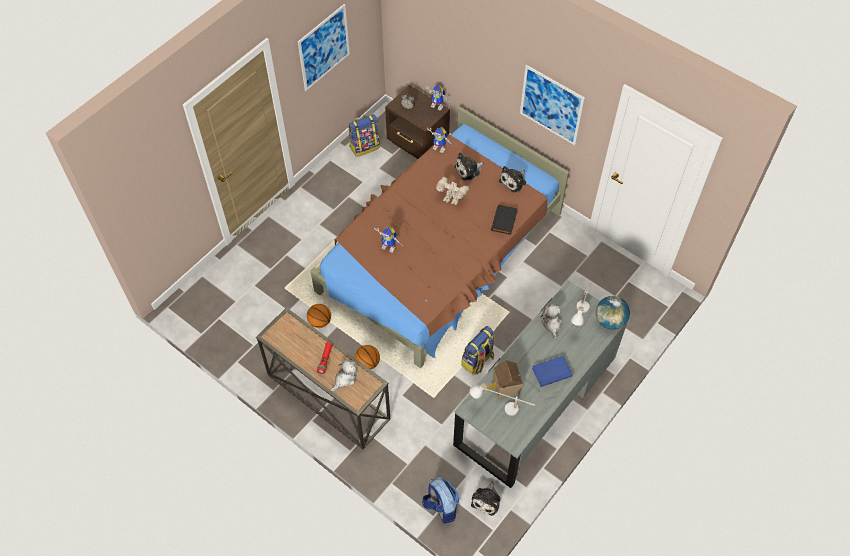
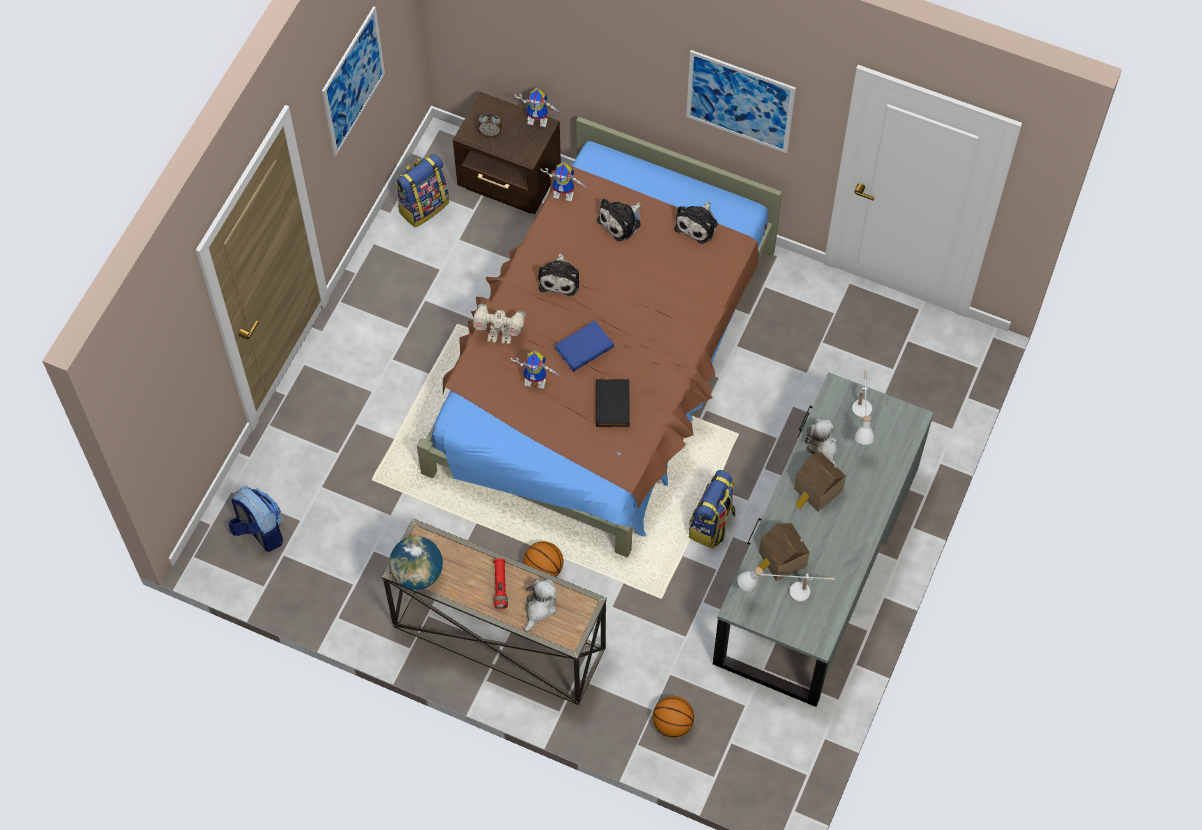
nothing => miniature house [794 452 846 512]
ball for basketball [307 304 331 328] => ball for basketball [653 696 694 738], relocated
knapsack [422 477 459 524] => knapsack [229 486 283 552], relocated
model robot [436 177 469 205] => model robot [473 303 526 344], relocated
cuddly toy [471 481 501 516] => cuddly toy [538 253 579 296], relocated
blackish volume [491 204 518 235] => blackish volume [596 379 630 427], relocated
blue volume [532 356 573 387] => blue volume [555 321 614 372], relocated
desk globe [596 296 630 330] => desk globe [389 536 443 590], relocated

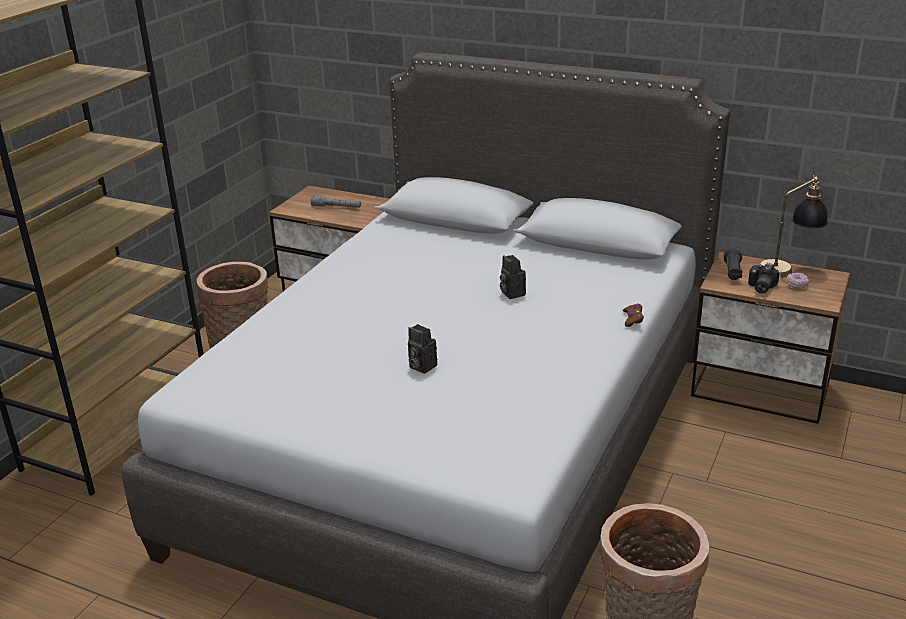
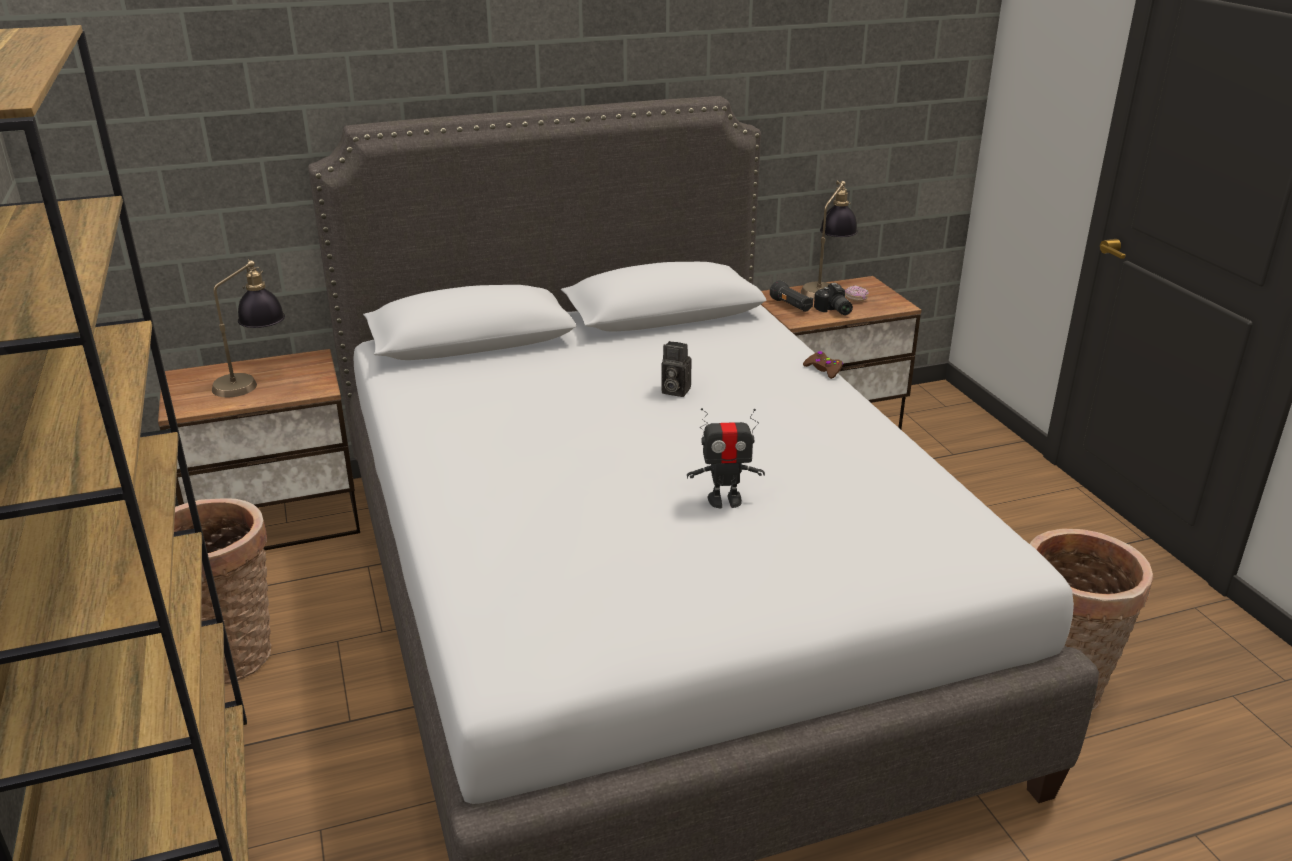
gray flashlight [311 195 361 208] => lamp for a table [212 259 285 397]
photo camera [408 324 437 374] => model robot [687 408 765 509]

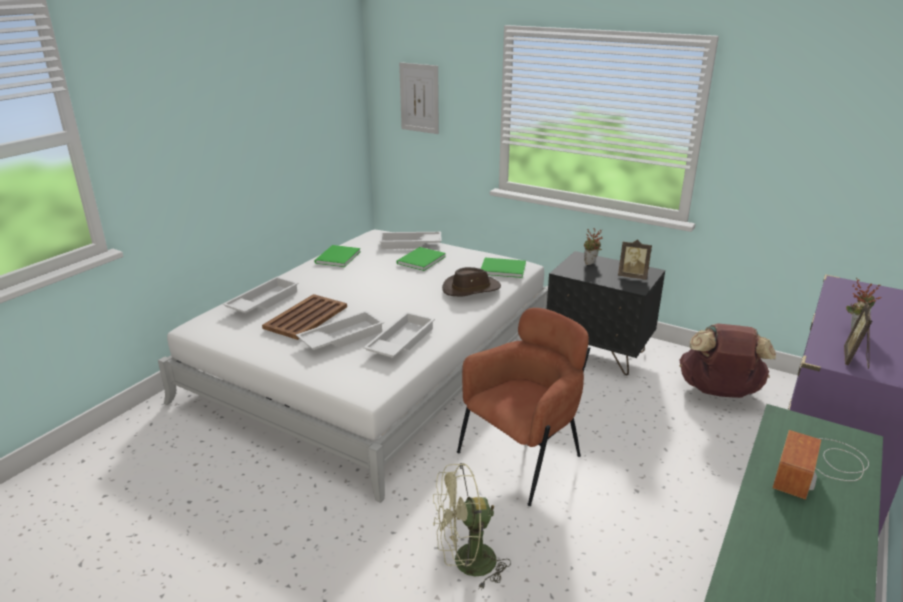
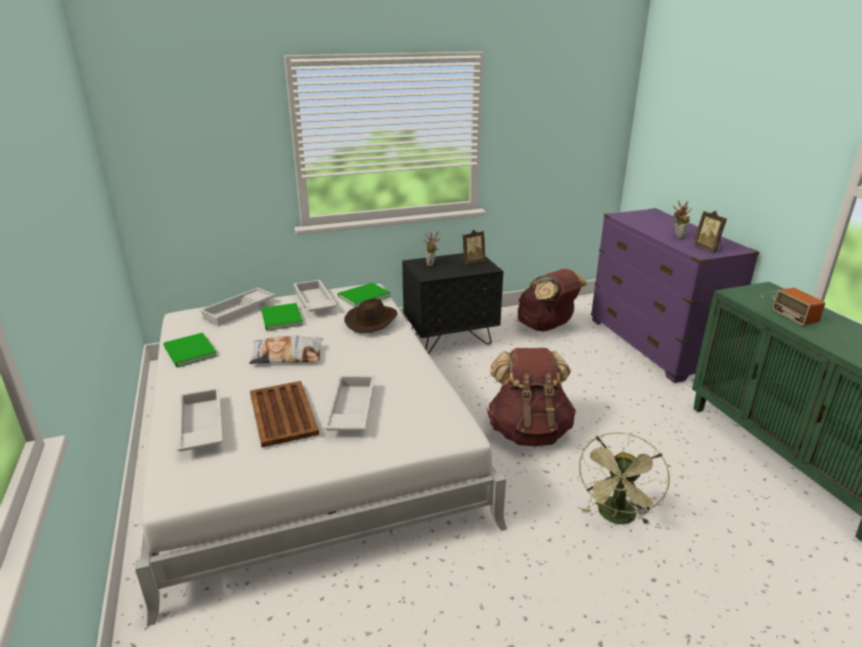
wall art [399 62 439 134] => nothing
nothing => cushion [249 336 324 364]
white-coloured tray [363 312 435 358] => white-coloured tray [293 280 337 312], relocated
brown-coloured armchair [457 308 590 506] => brown-coloured knapsack [486 348 576 446]

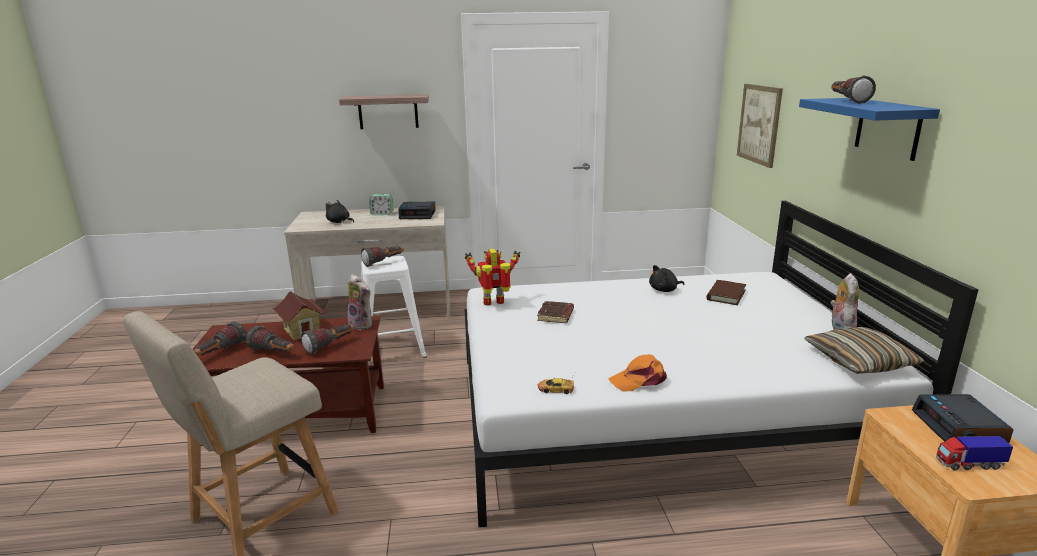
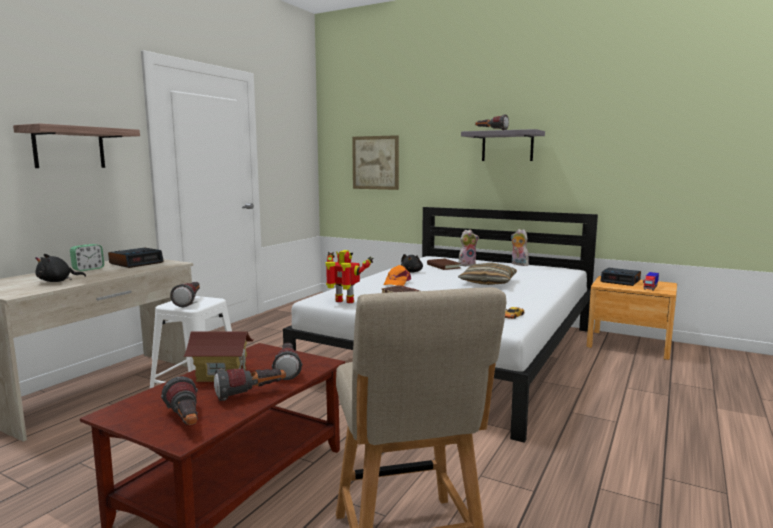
cuddly toy [348 274 372 330] => cuddly toy [459 230 479 266], relocated
orange-coloured baseball cap [608 354 667 391] => orange-coloured baseball cap [384 265 411 286], relocated
cushion [804 327 925 374] => cushion [458 263 517 285], relocated
blue wall shelf [799 98 940 161] => gray wall shelf [461 129 545 161]
model robot [465 249 521 305] => model robot [326 250 373 303], 90 degrees clockwise

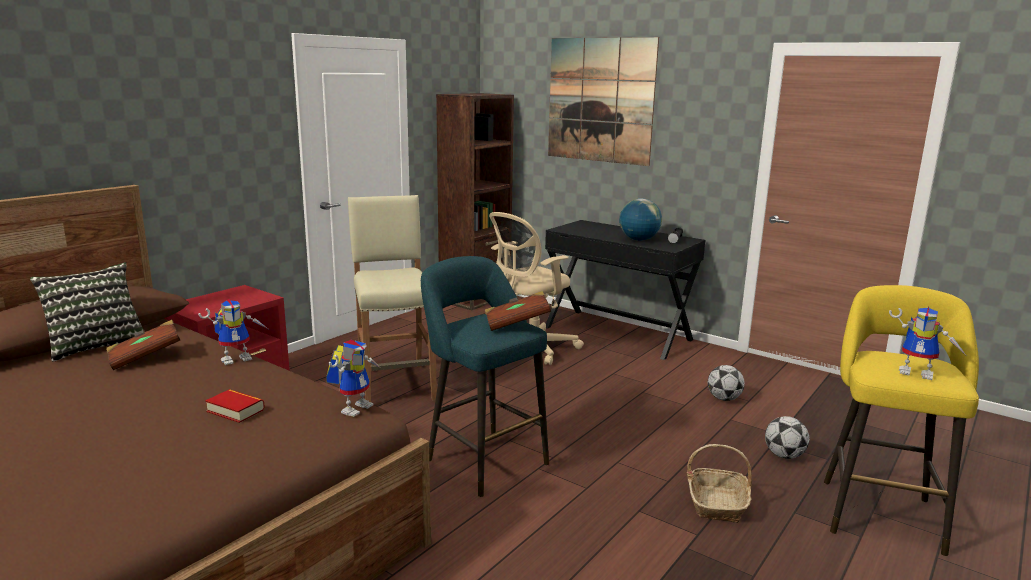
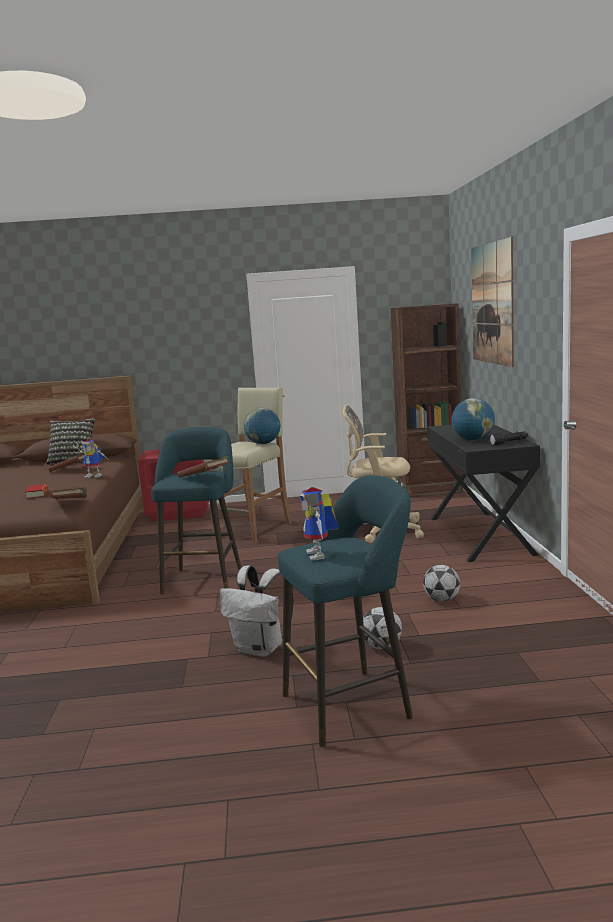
nothing => desk globe [244 407 280 444]
model robot [326 340 380 417] => brown-coloured volume [48 487 87 500]
household basket [687 444 752 523] => white-coloured knapsack [220 565 294 657]
yellowish sitting stool [824 285 979 556] => turquoise-coloured sitting stool [278 475 413 747]

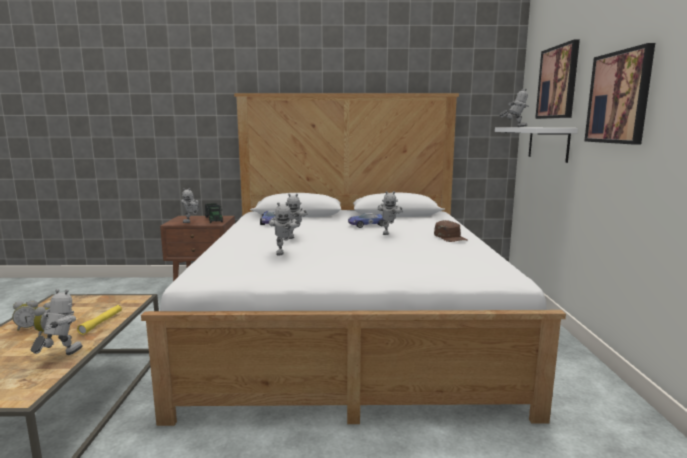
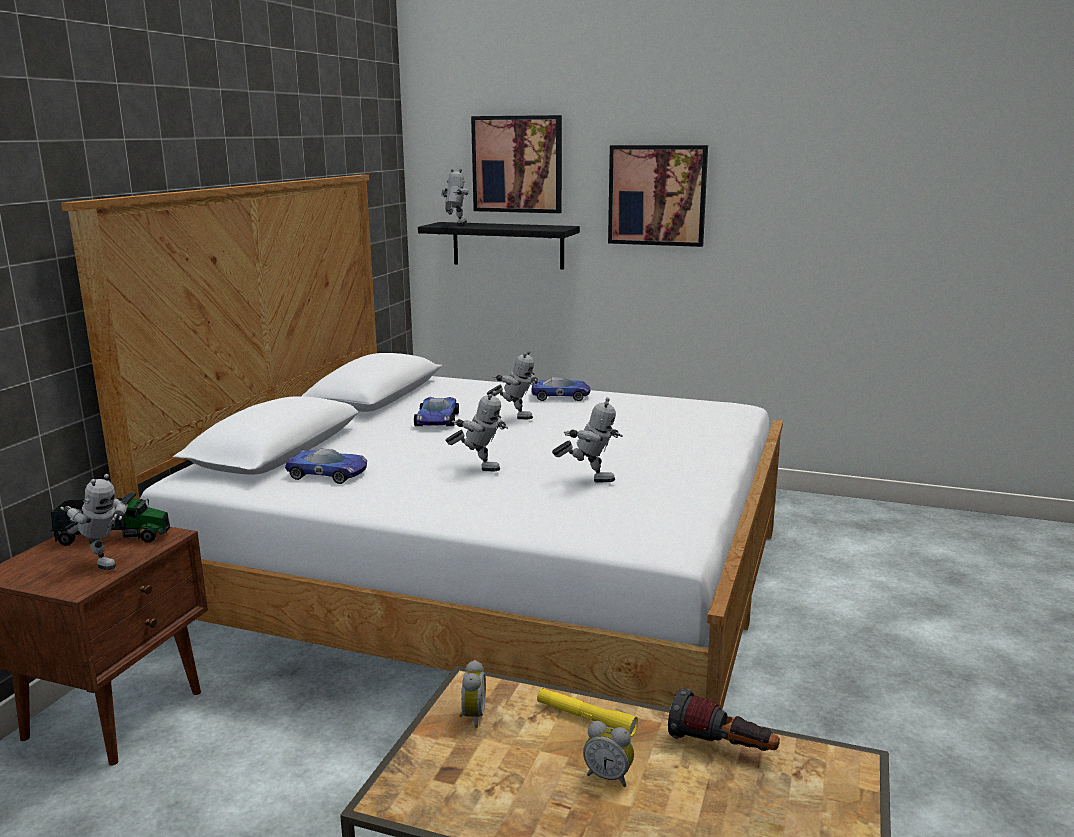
bedside clock [12 300 38 331] => bedside clock [459 660 486 728], relocated
model robot [31 289 83 355] => flashlight [668 688 780 751]
brown-coloured baseball cap [434 220 468 242] => toy car [531 377 591 401]
white-coloured wall shelf [495 128 578 163] => blackish wall shelf [418 222 580 269]

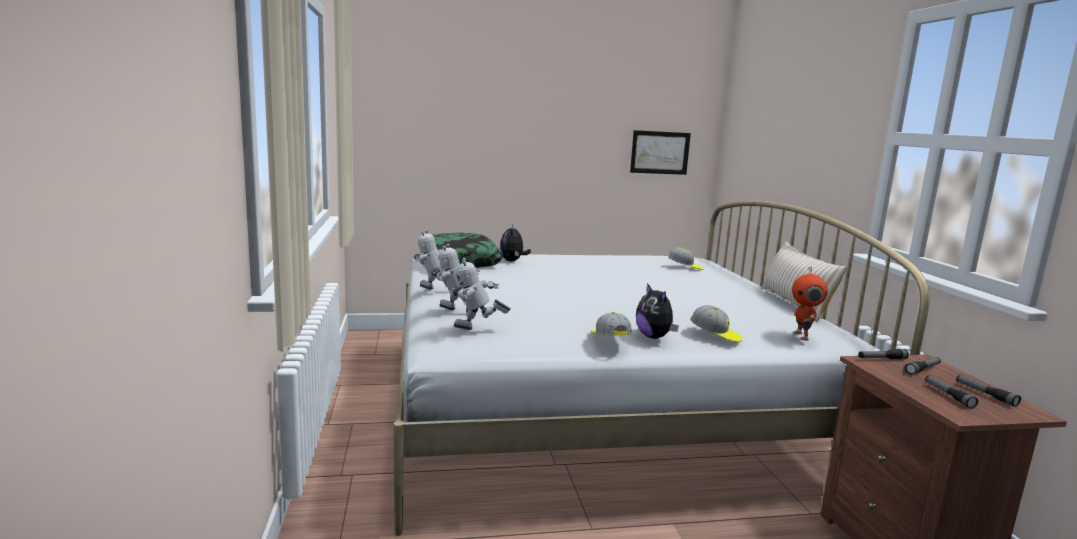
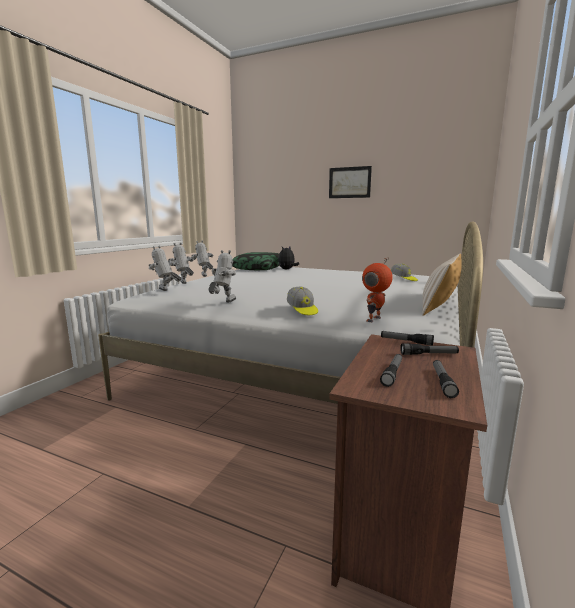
cuddly toy [636 283 679 339] => nothing
wall art [630 130 691 175] => wall art [329 166 372 198], relocated
baseball cap [591 312 632 336] => model robot [208 250 236 303]

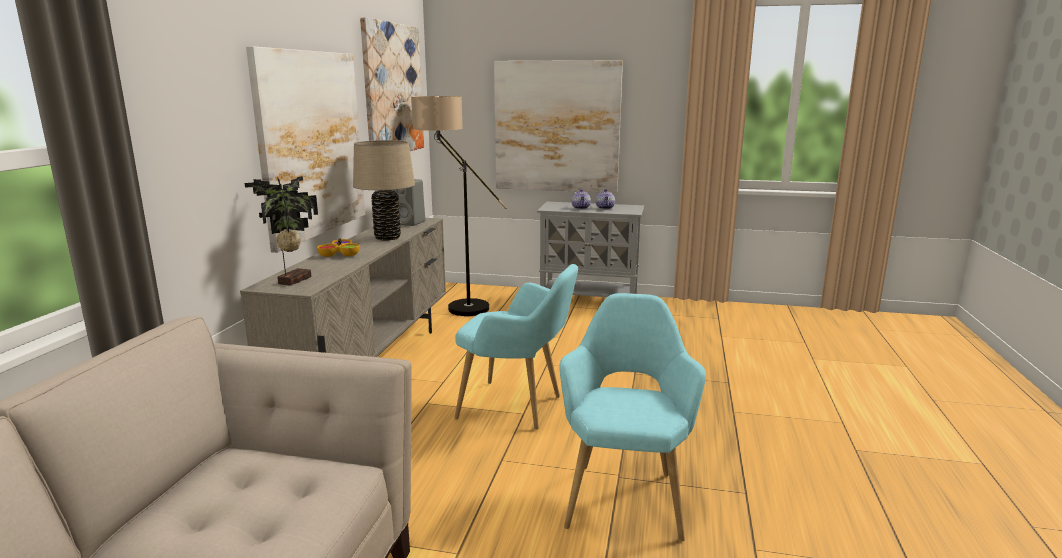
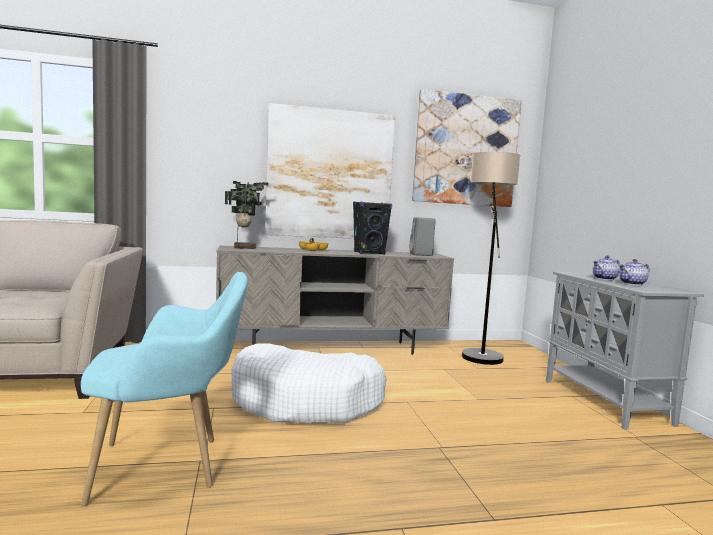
wall art [494 60 623 193] => nothing
beige lamp for a table [353 140 415 240] => blackish speaker [353 201 392 255]
turquoise-coloured armchair [454 264 578 430] => white-coloured dog bed [231 343 387 423]

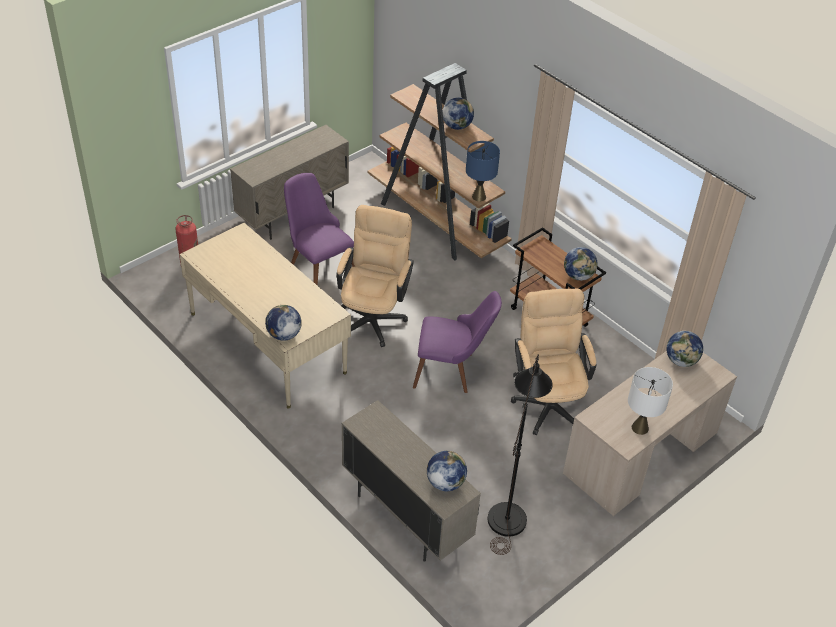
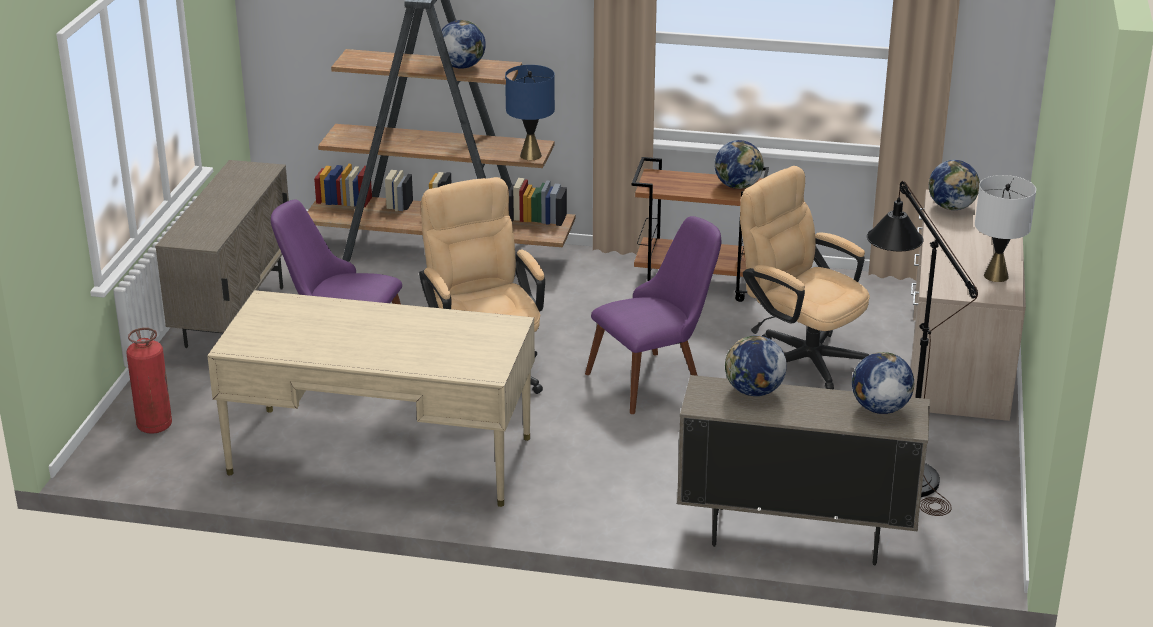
desk globe [265 305 302 341] => desk globe [725 336 787 396], relocated

